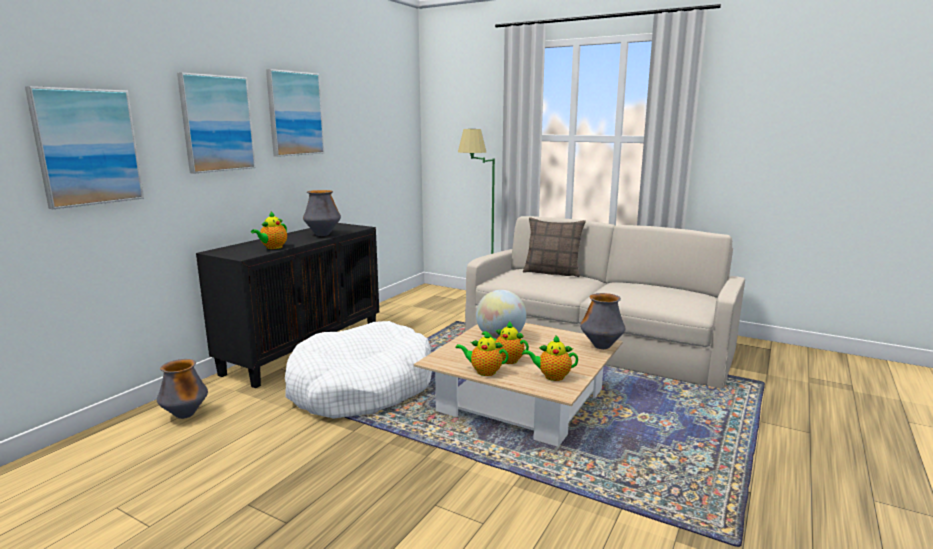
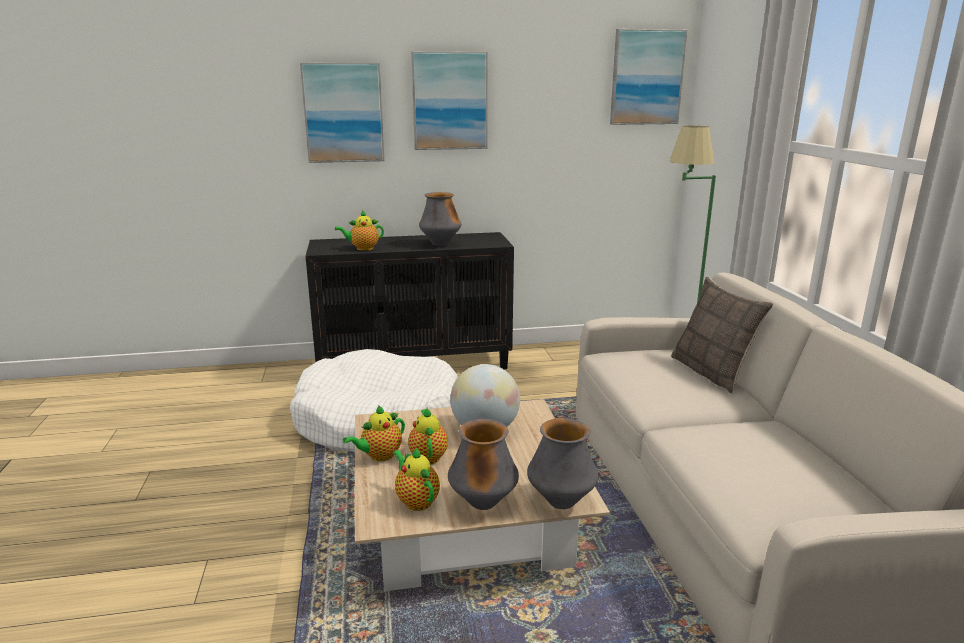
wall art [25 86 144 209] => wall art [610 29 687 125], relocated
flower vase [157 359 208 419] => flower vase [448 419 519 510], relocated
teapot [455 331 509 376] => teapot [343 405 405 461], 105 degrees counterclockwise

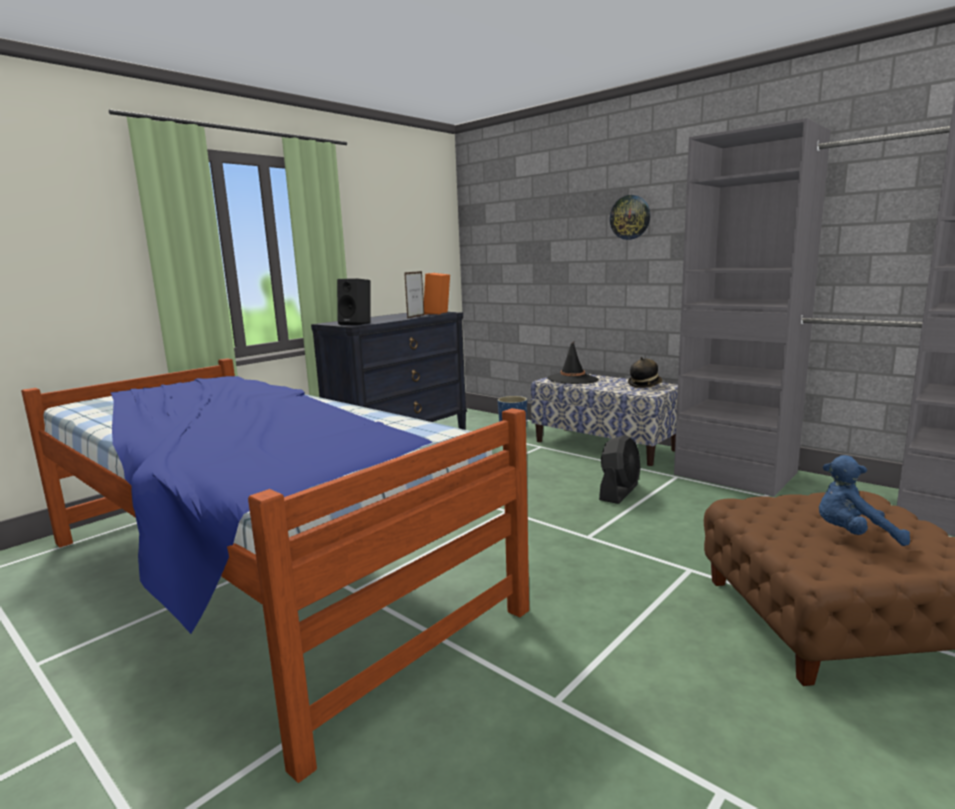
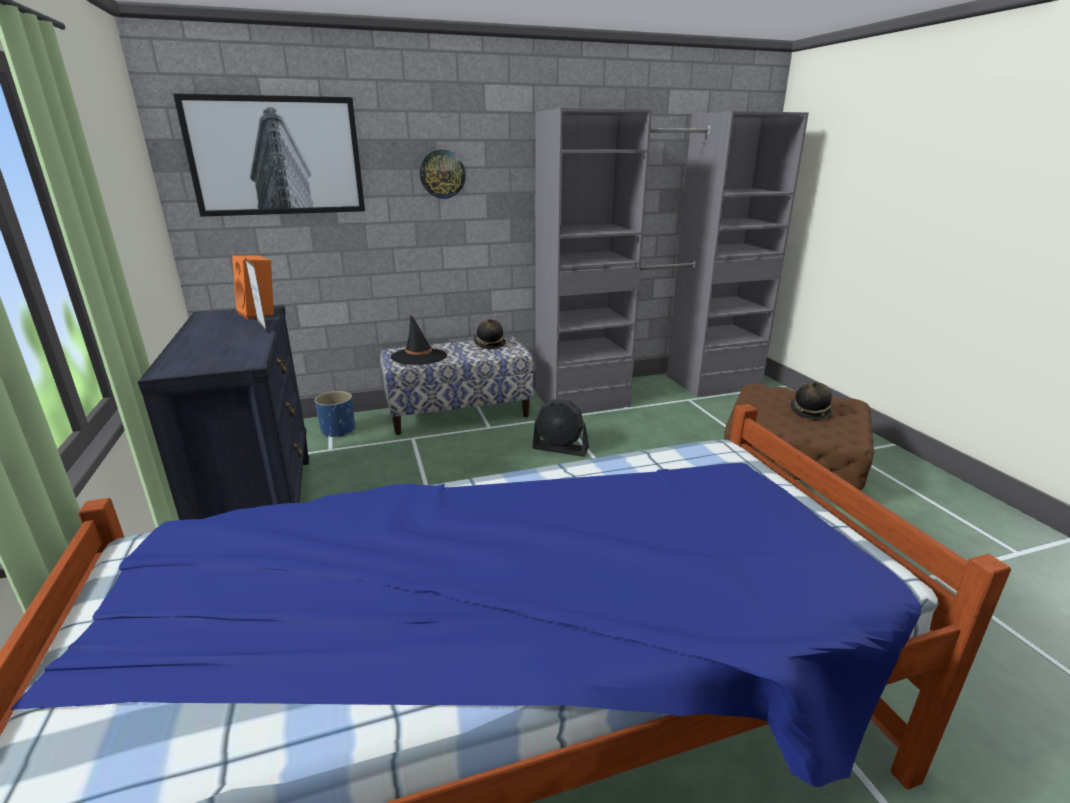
blackish speaker [337 278 370 325] => nothing
nothing => wall art [173 93 365 217]
blue cuddly toy [819 455 910 546] => hat [790 382 834 420]
blackish fan [599 435 640 504] => blackish fan [532 399 589 456], 135 degrees clockwise

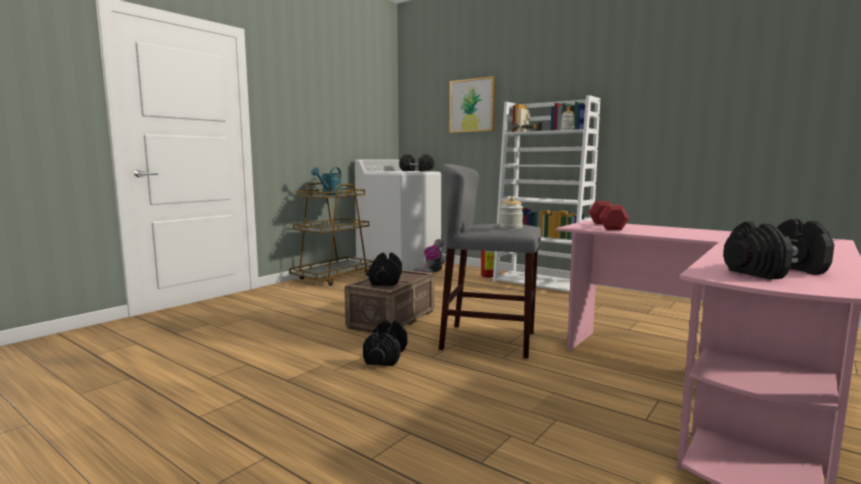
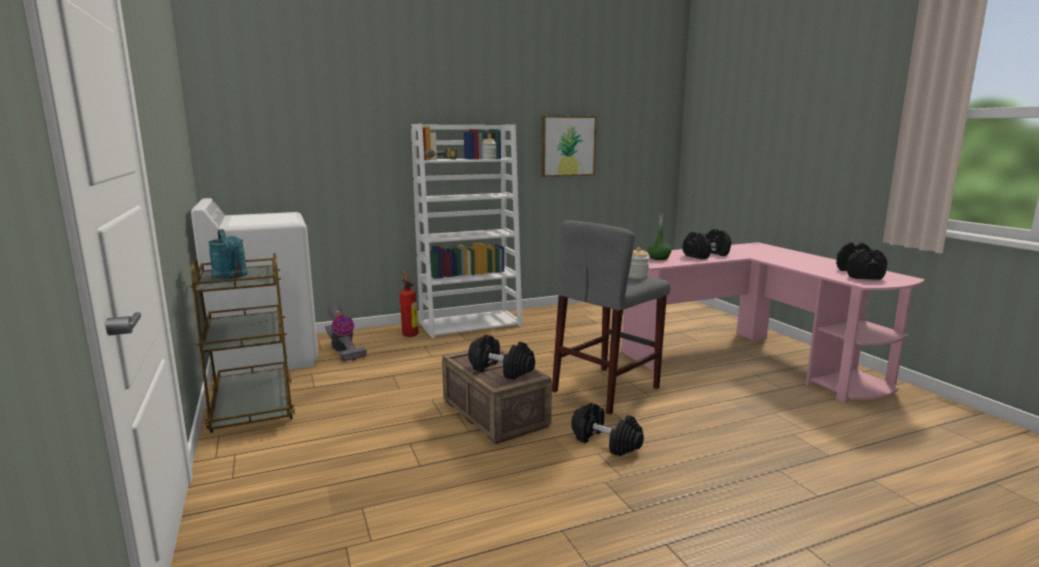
blackish hand weight [399 154 434 171] => blackish hand weight [683 229 731 259], relocated
wall art [450 76 495 133] => wall art [541 115 597 177], relocated
red-coloured hand weight [589 201 629 230] => green-coloured bottle [648 214 671 260]

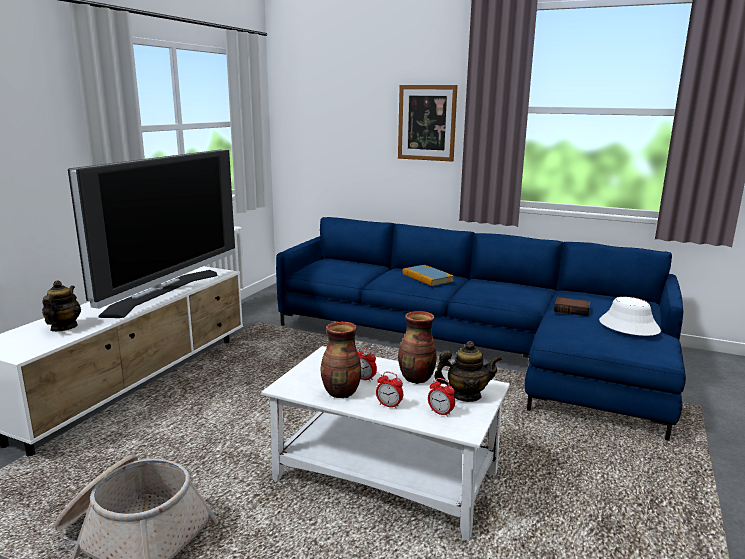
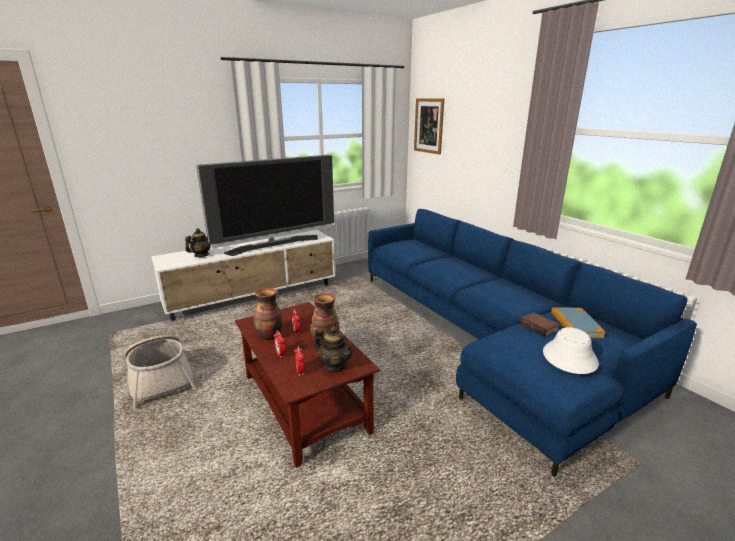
wall art [398 85 458 162] => wall art [414 98 444 155], relocated
volume [403 265 454 286] => volume [551 307 606 338], relocated
white-coloured low table [261 346 510 541] => brown-coloured low table [235 302 380 468]

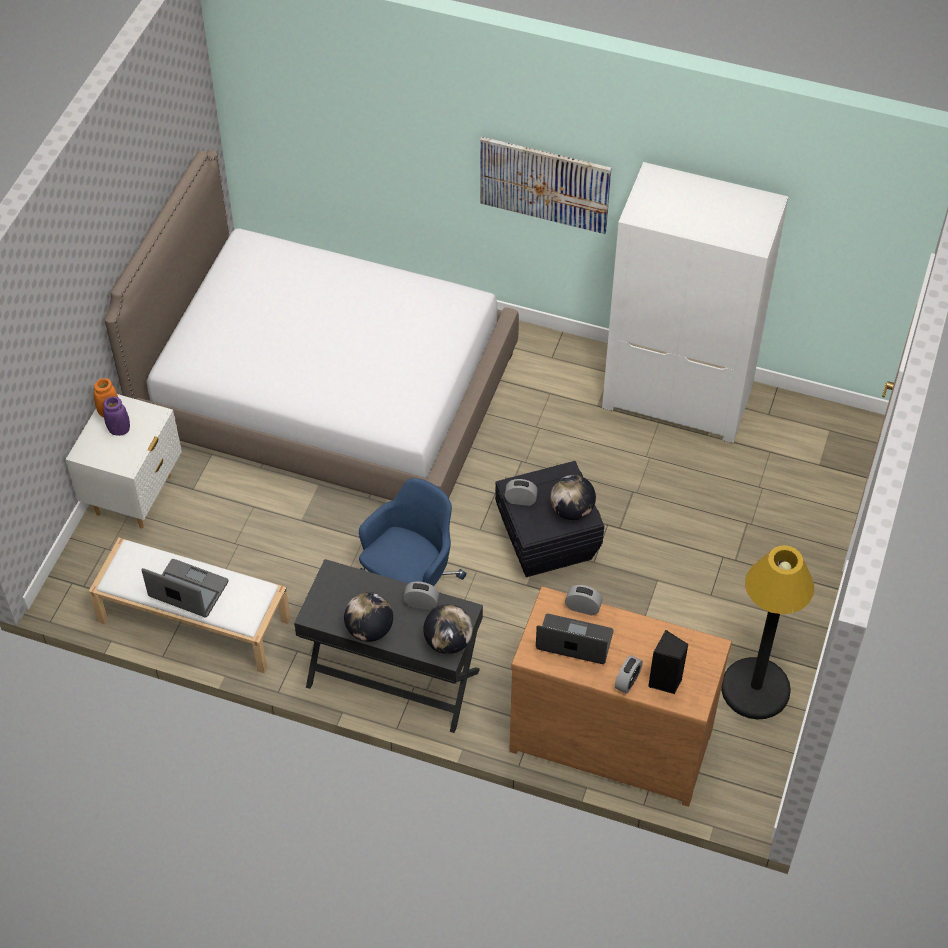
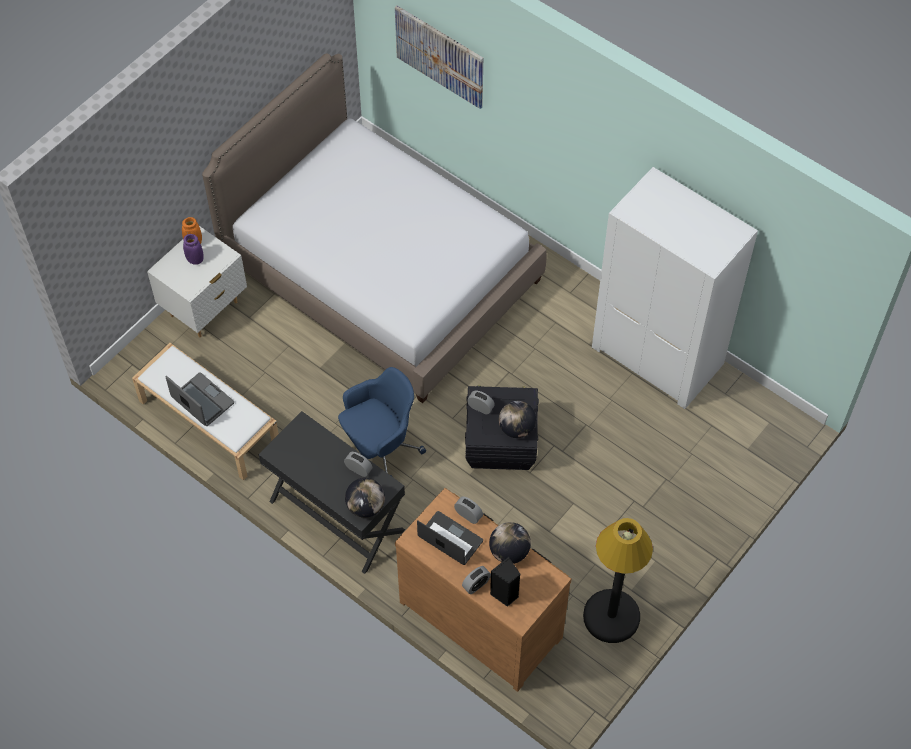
desk globe [344 592 393 642] => desk globe [489 522 531 564], relocated
wall art [480 137 611 234] => wall art [395 6 483 109], relocated

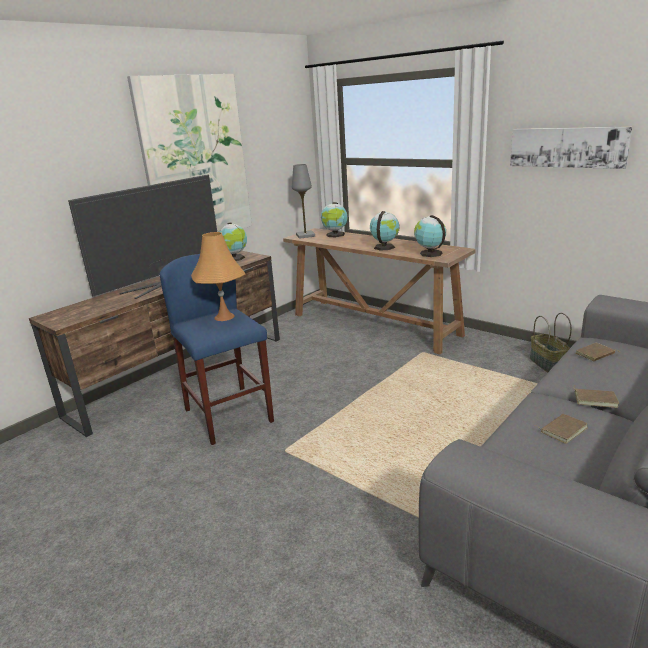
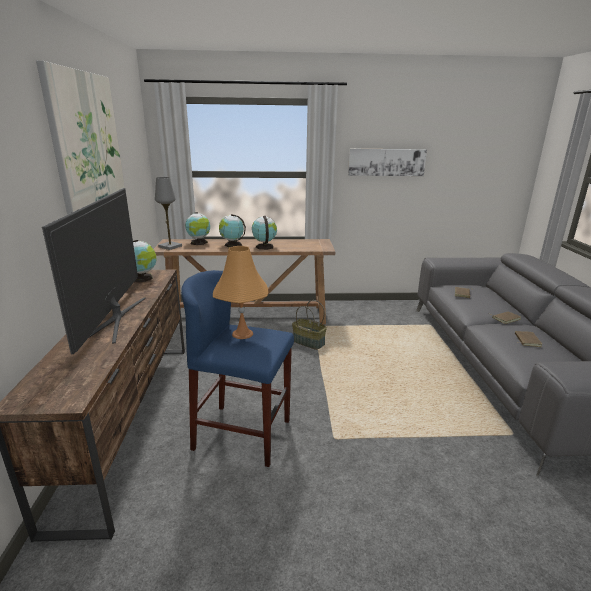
desk globe [414 215 446 257] => desk globe [219 214 246 248], relocated
household basket [530 313 572 372] => household basket [292 300 327 350], relocated

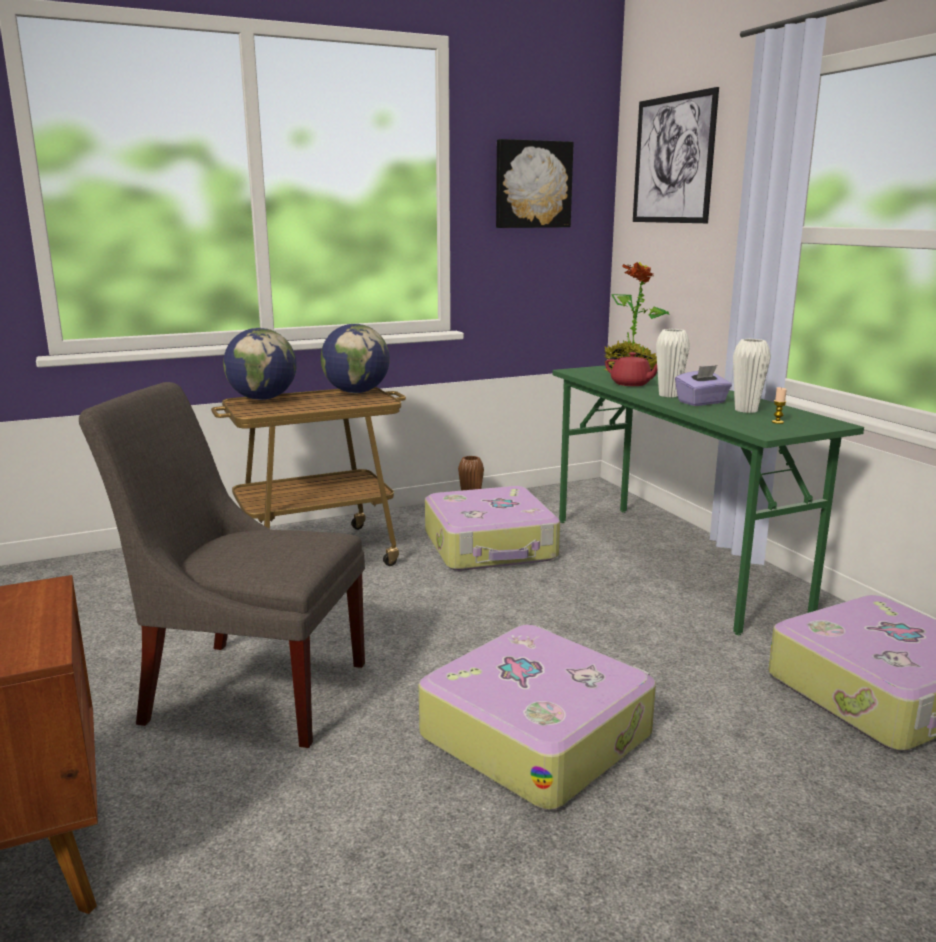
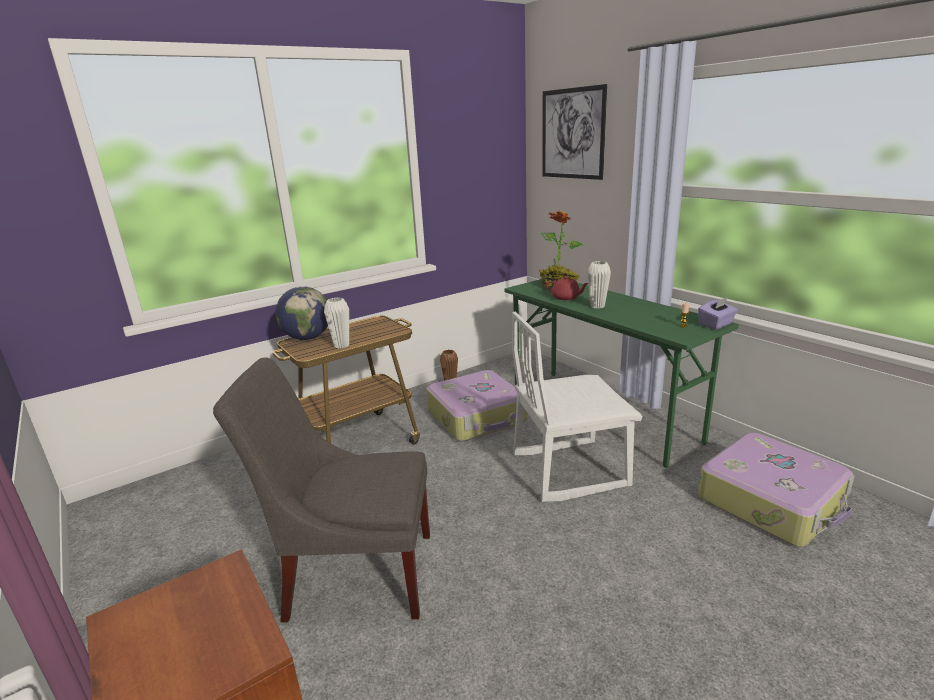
desk globe [321 324 390 393] => nothing
piece of luggage [419 625 656 810] => nothing
wall art [496 139 574 228] => nothing
nothing => white-coloured chair [512 312 642 502]
purple tissue box [675 365 732 406] => purple tissue box [698 297 738 330], relocated
white-coloured flower vase [733 339 771 413] => white-coloured flower vase [324 298 349 348], relocated

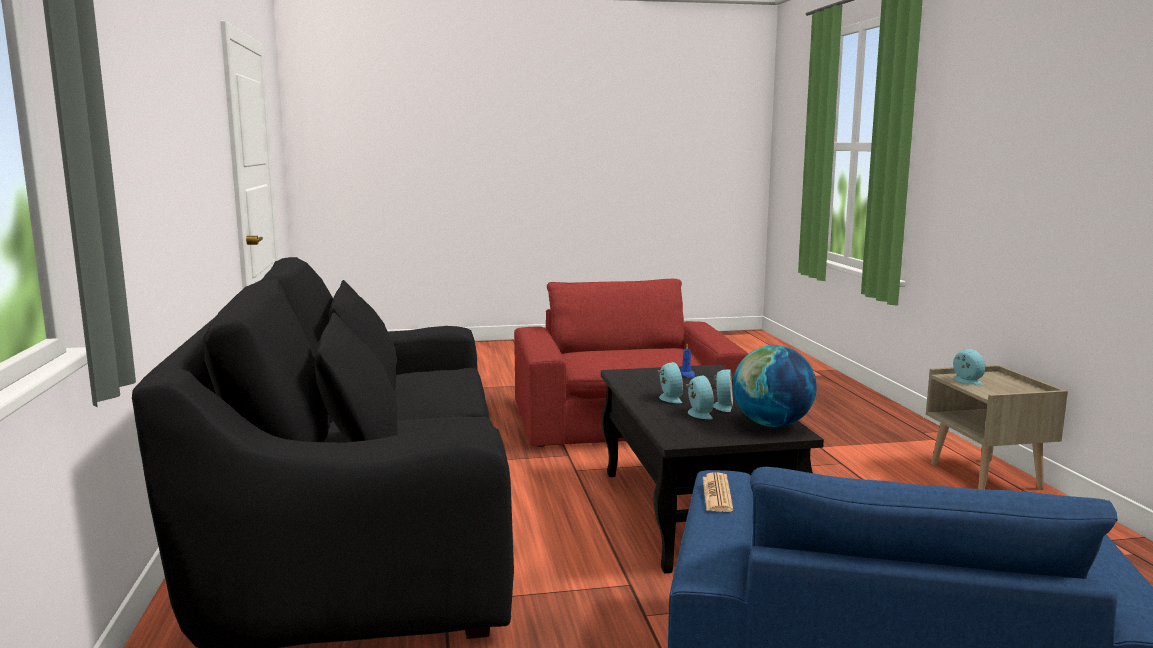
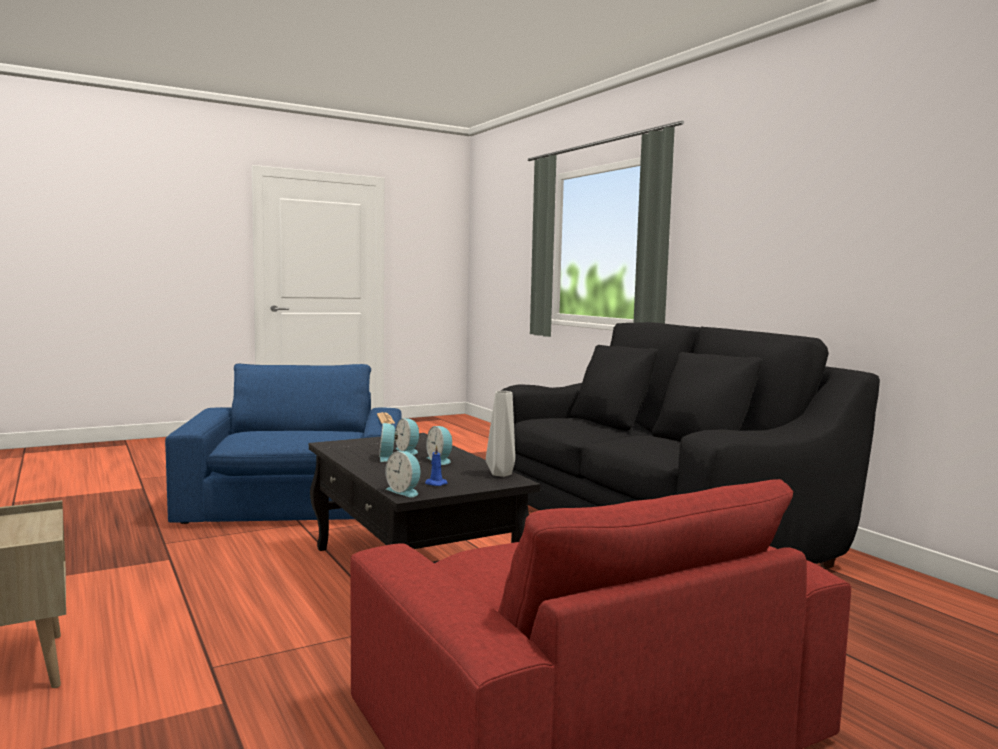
desk globe [733 345 817 427] => nothing
nothing => gray flower vase [486 391 515 477]
bedside clock [953 349 986 385] => bedside clock [385 451 421 497], relocated

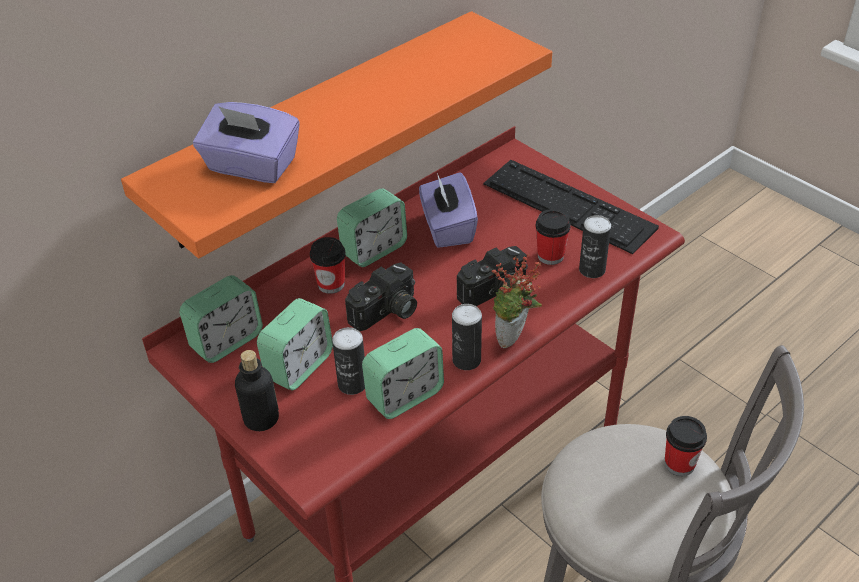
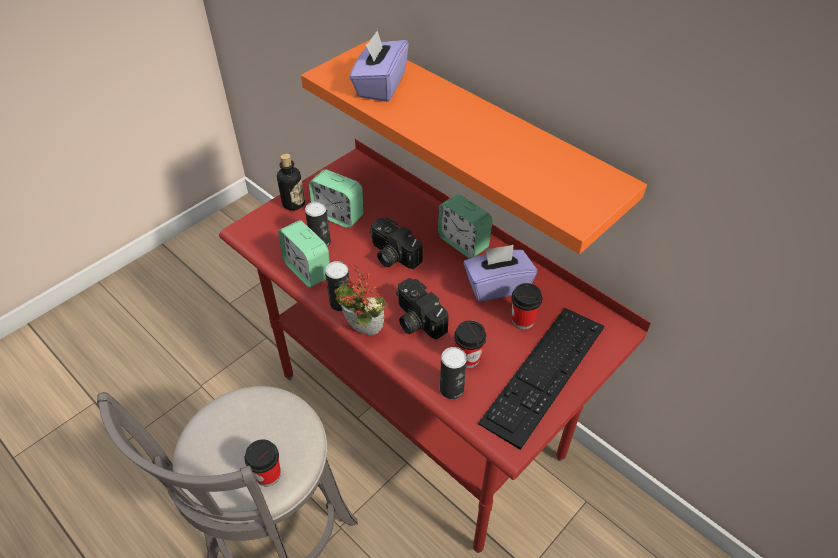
bedside clock [180 275 263 363] => nothing
small cup [310 237 346 294] => small cup [511 283 543 329], relocated

